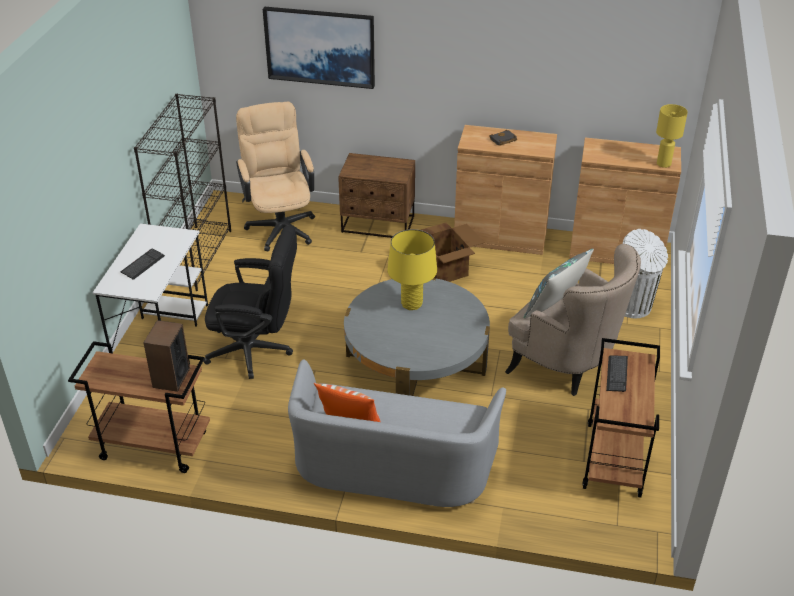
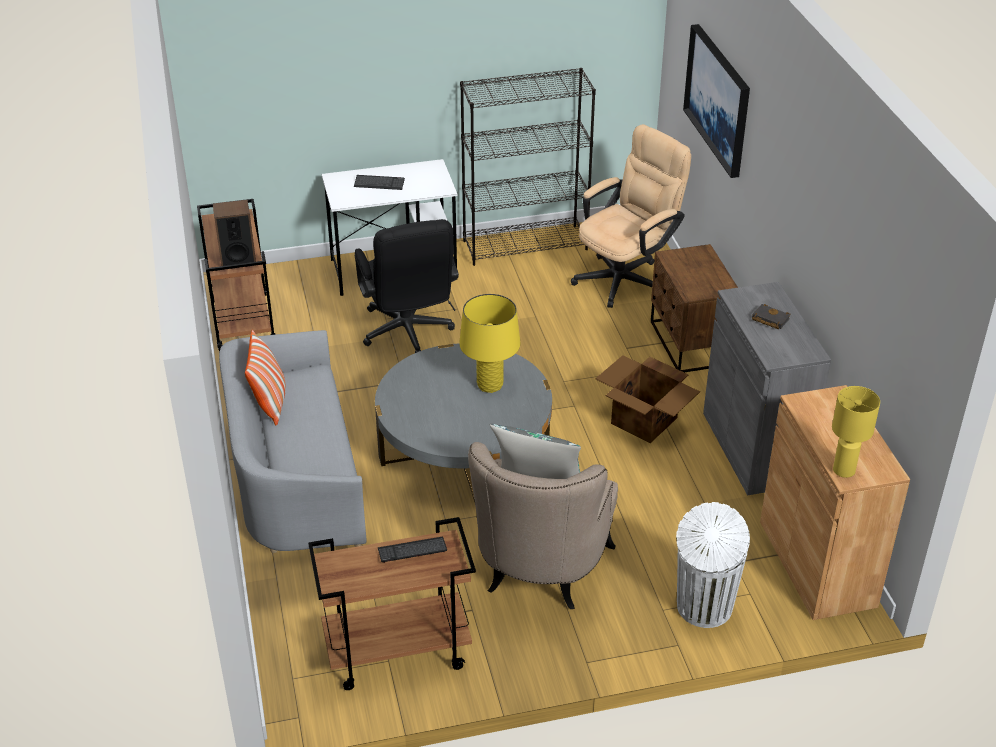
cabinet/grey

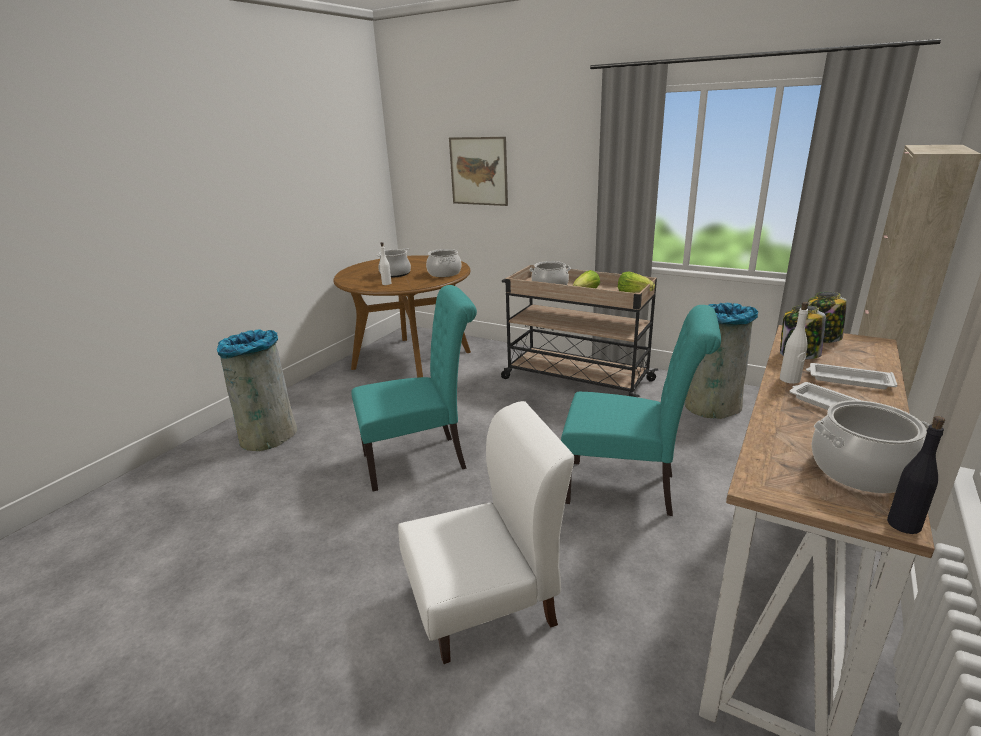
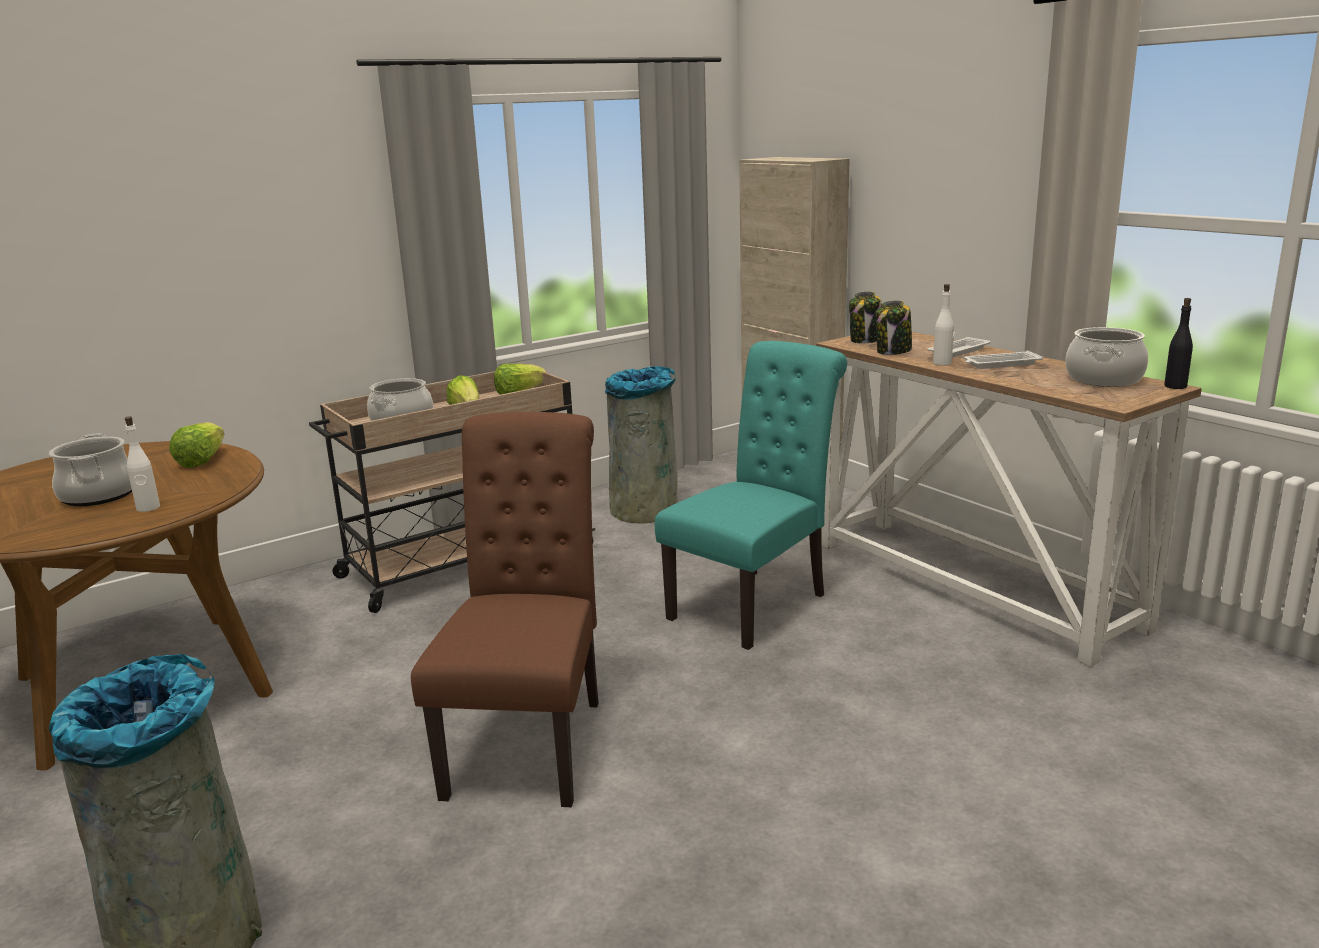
picture
lettuce (no. 1 from left)
chair/brown
chair/white

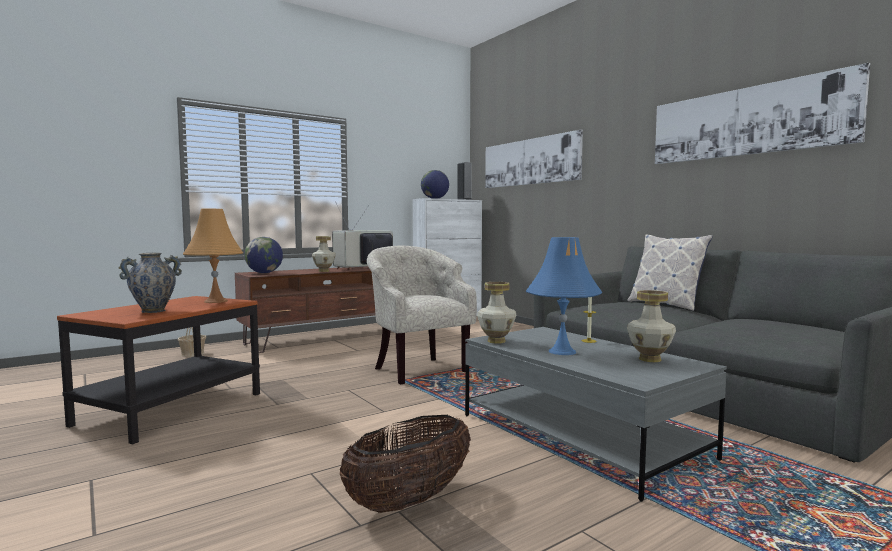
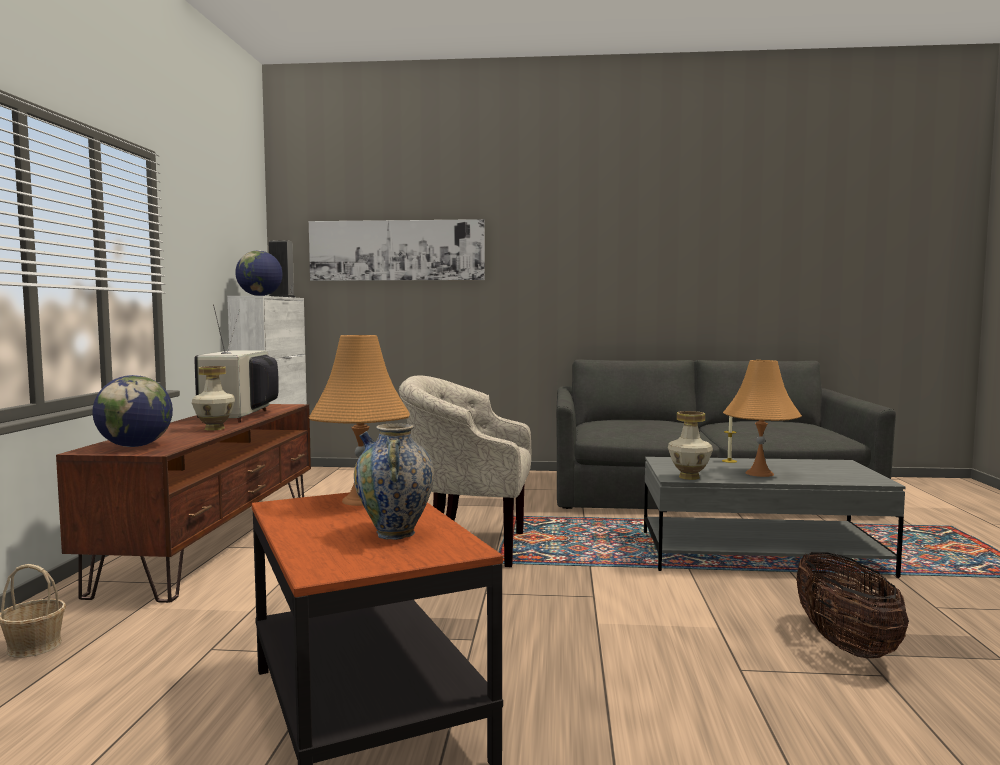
picture (no. 2 from left in the first image)
pillow
table lamp/orange (no. 2 from left)
vase (no. 4 from left in the first image)

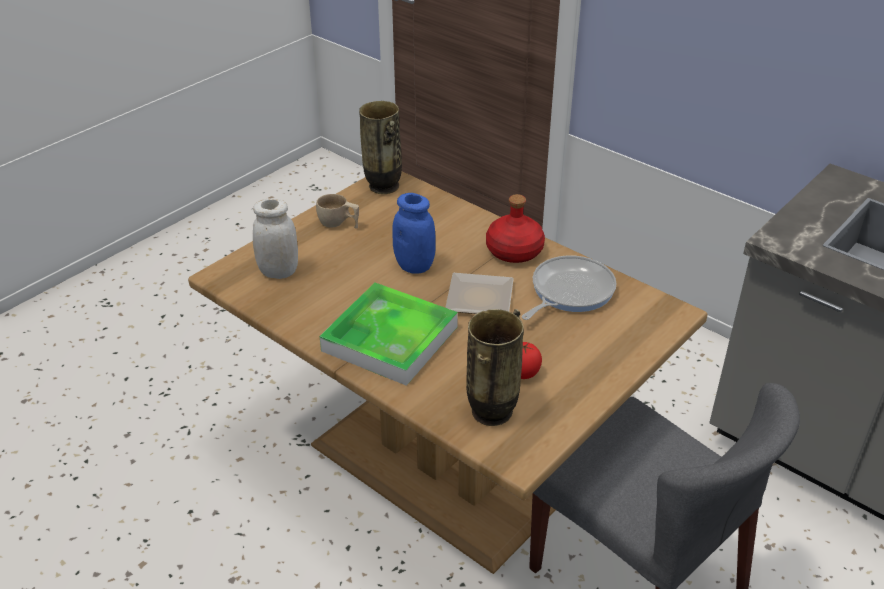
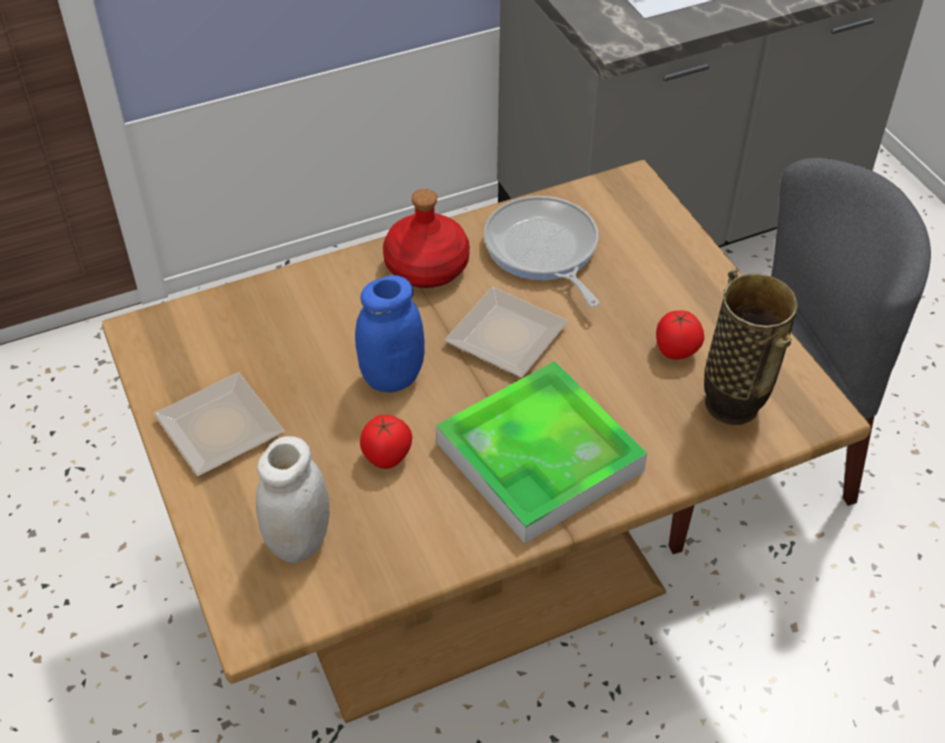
vase (no. 1 from left in the first image)
plate (no. 1 from left)
tomato (no. 1 from left)

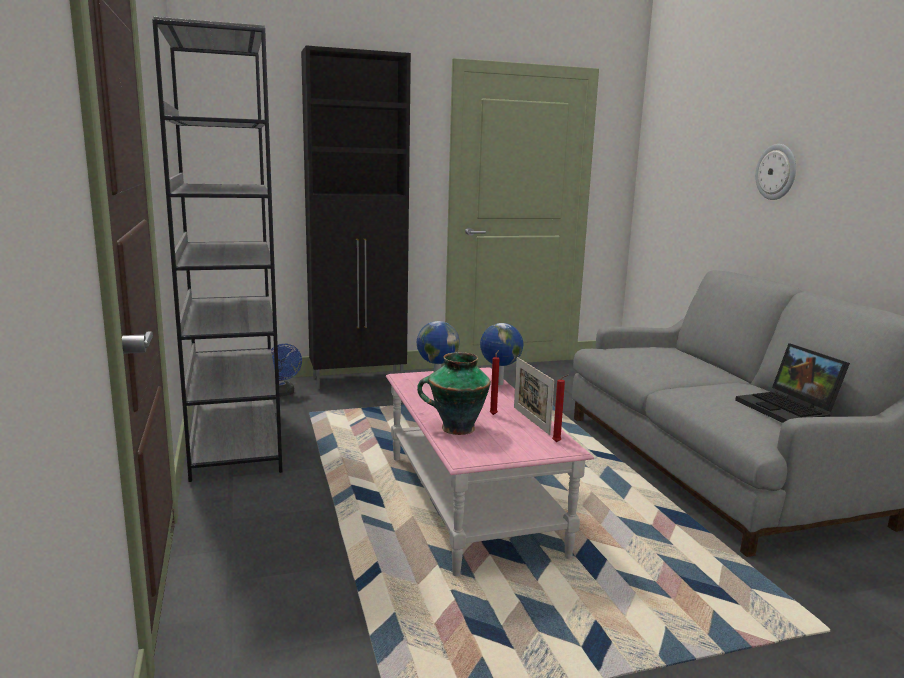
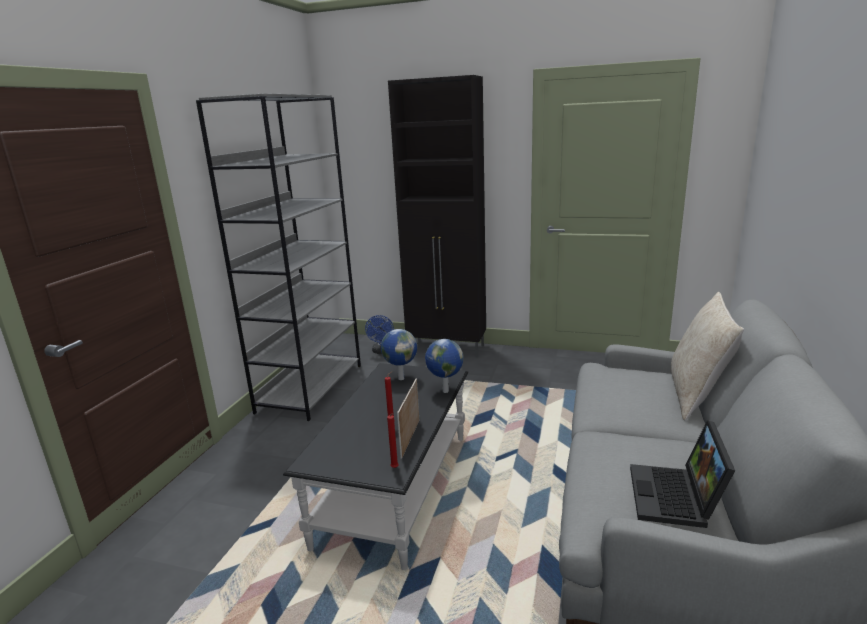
wall clock
vase
coffee table/black
pillow/beige

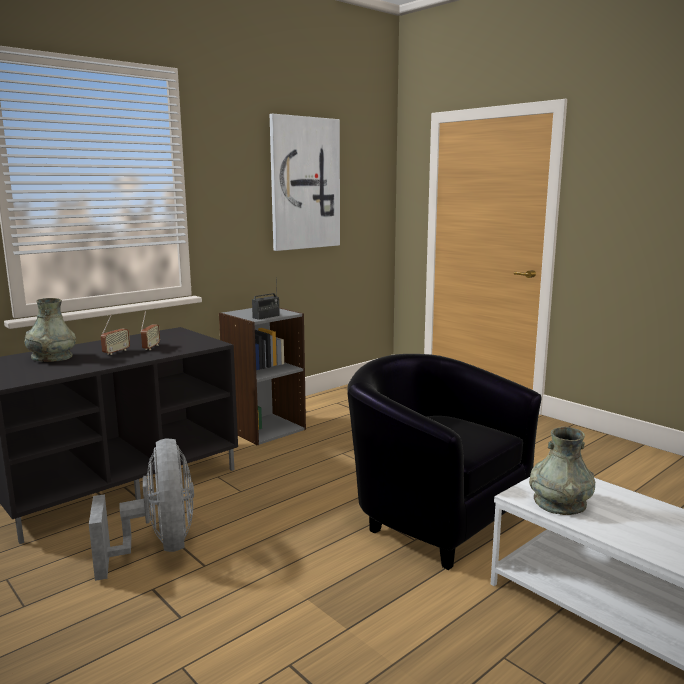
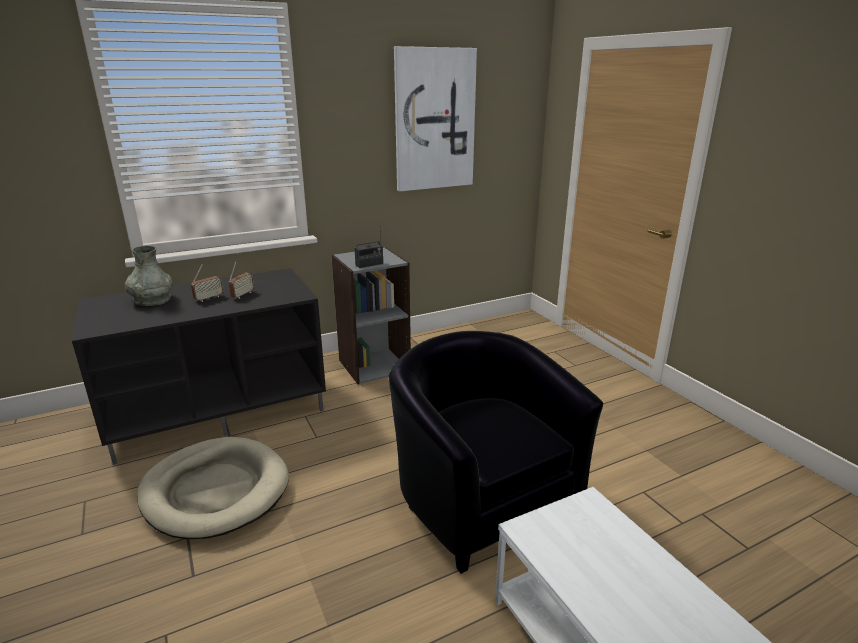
vase/grey (no. 2 from left in the first image)
dog bed/beige

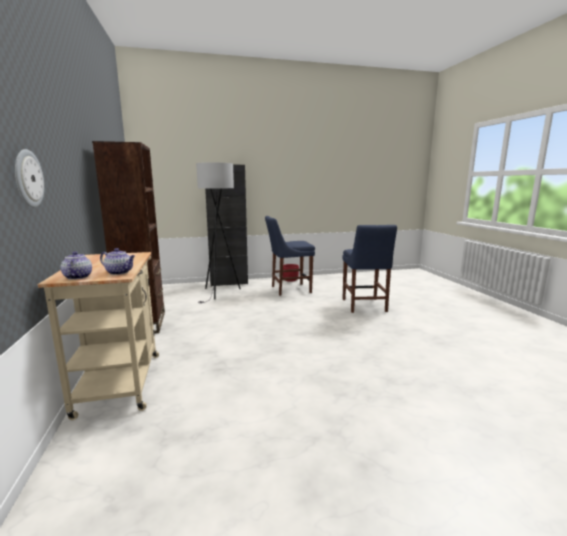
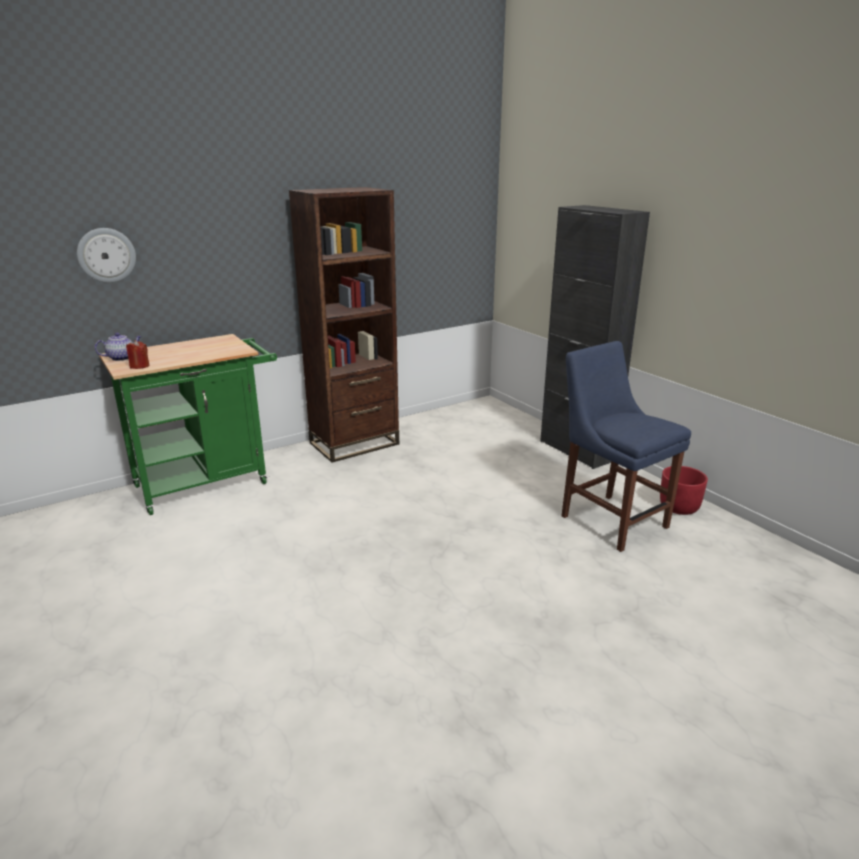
floor lamp/grey
chair/blue (no. 2 from left in the first image)
candle/red
cart/green

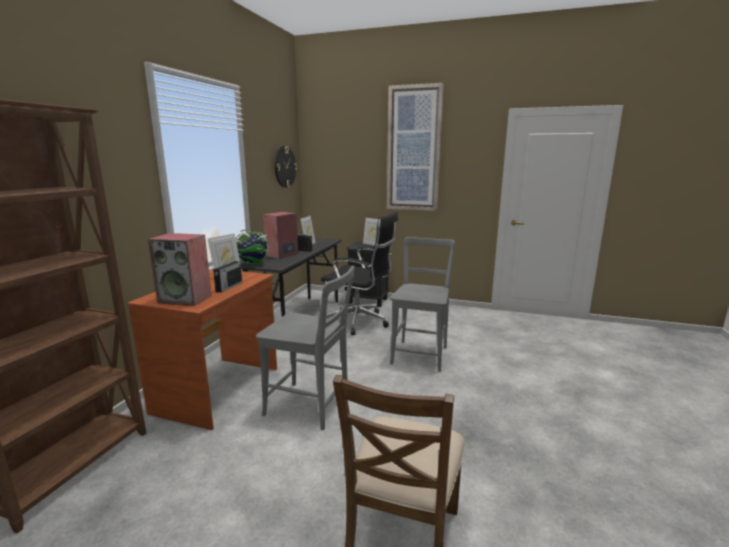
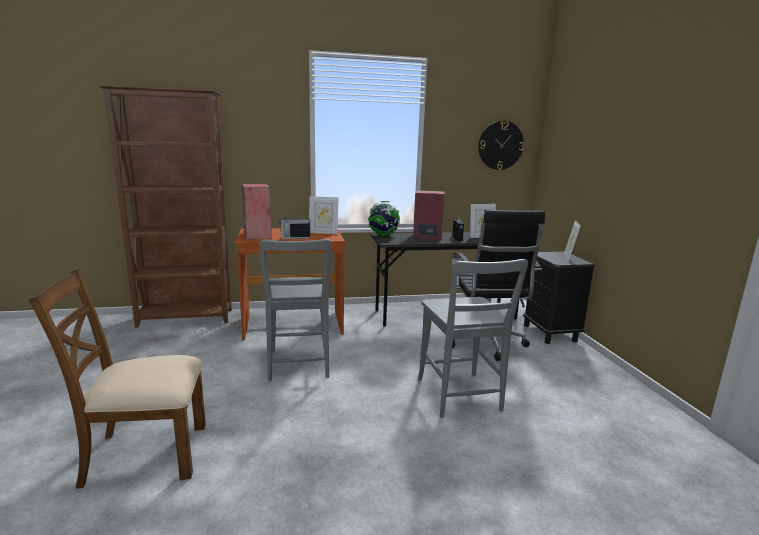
picture
chair/grey (no. 2 from left)

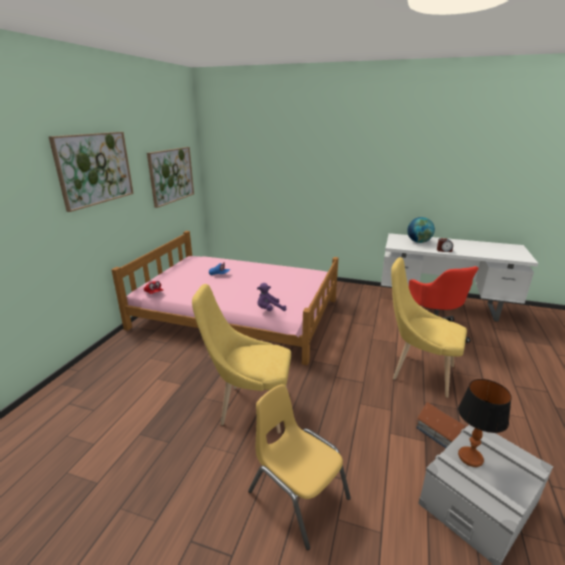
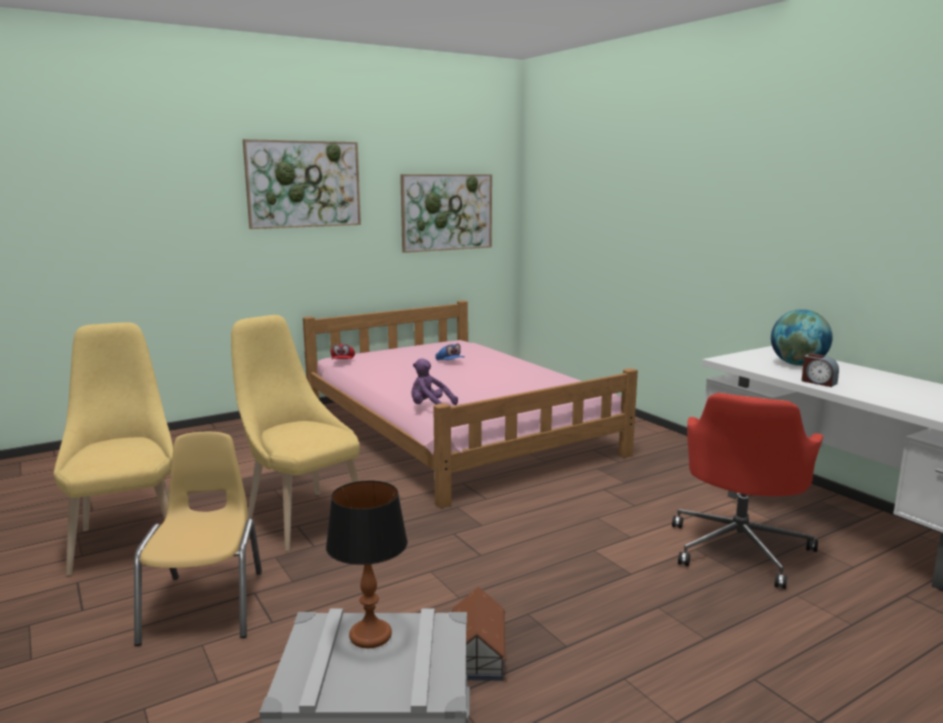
chair/yellow (no. 1 from left)

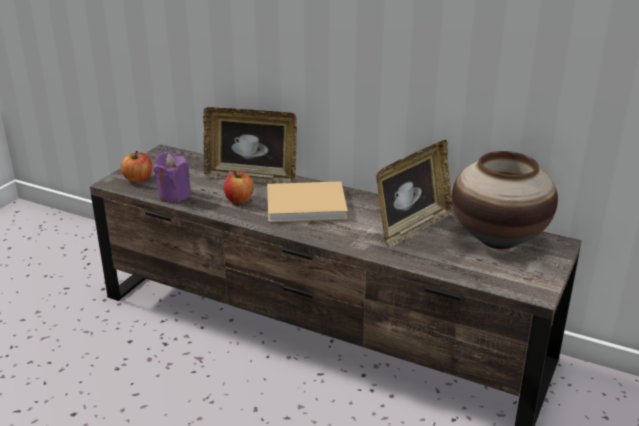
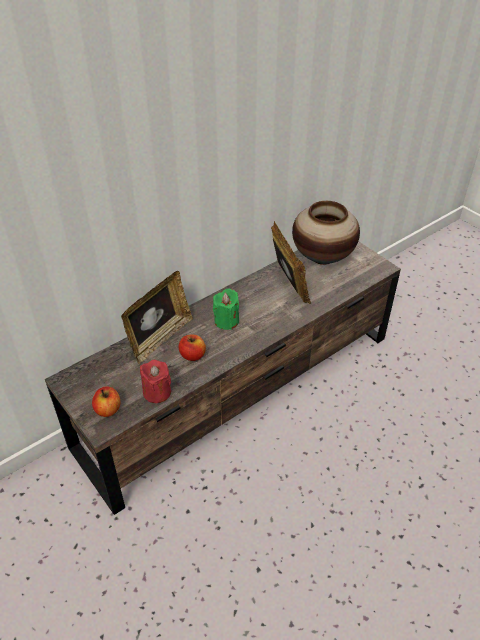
candle/red
candle/green

